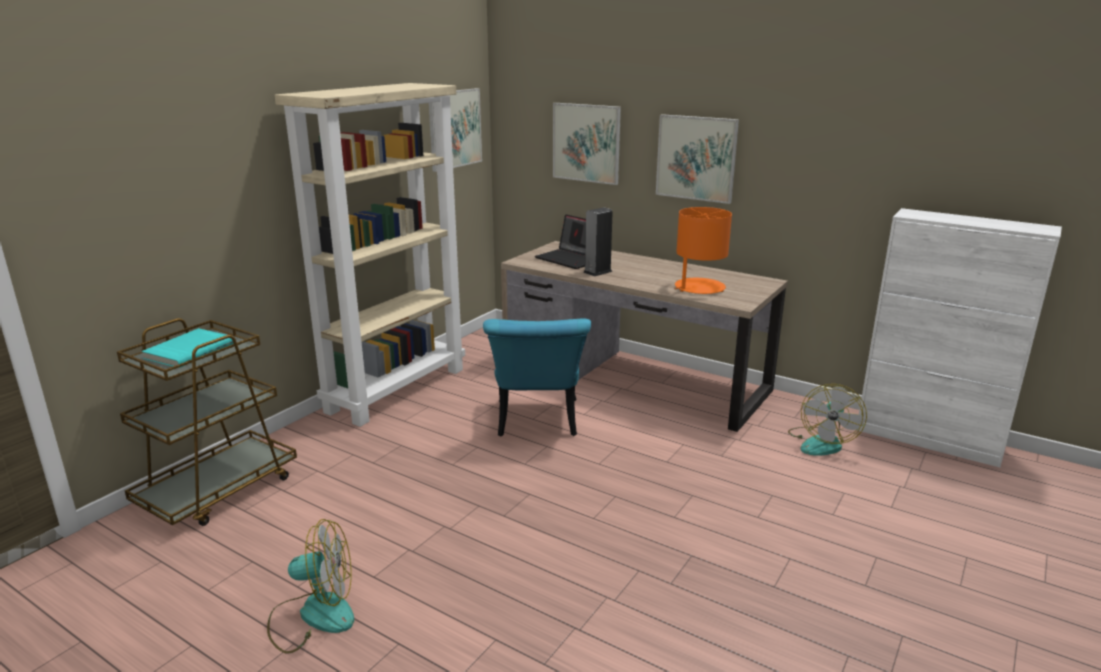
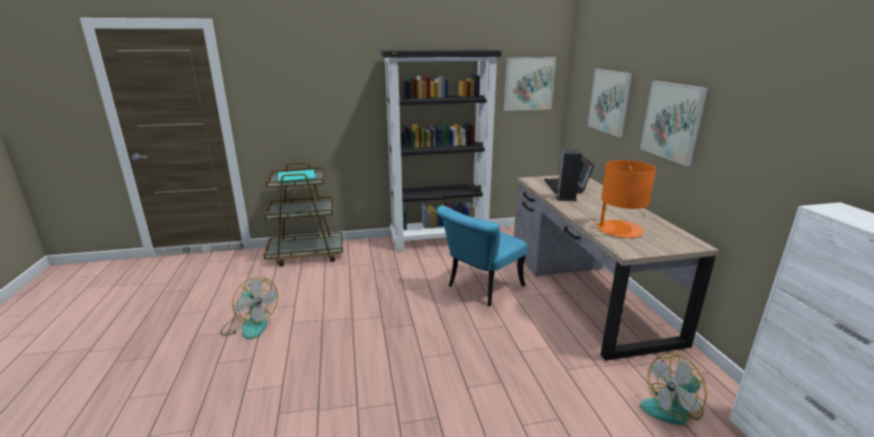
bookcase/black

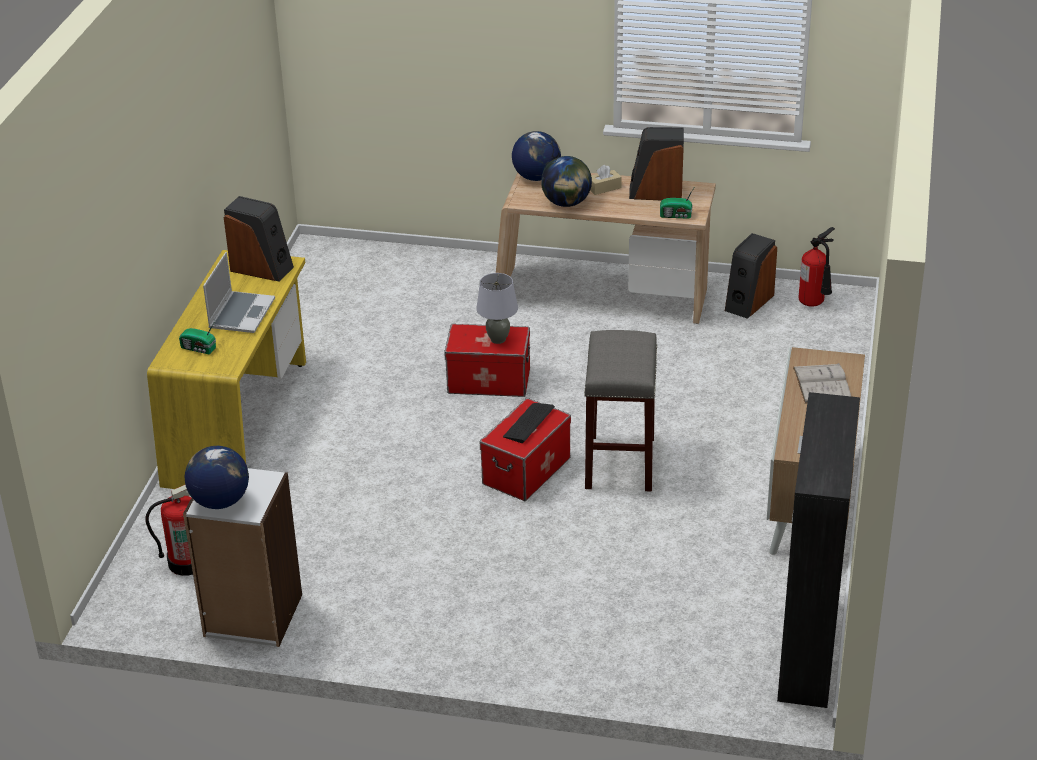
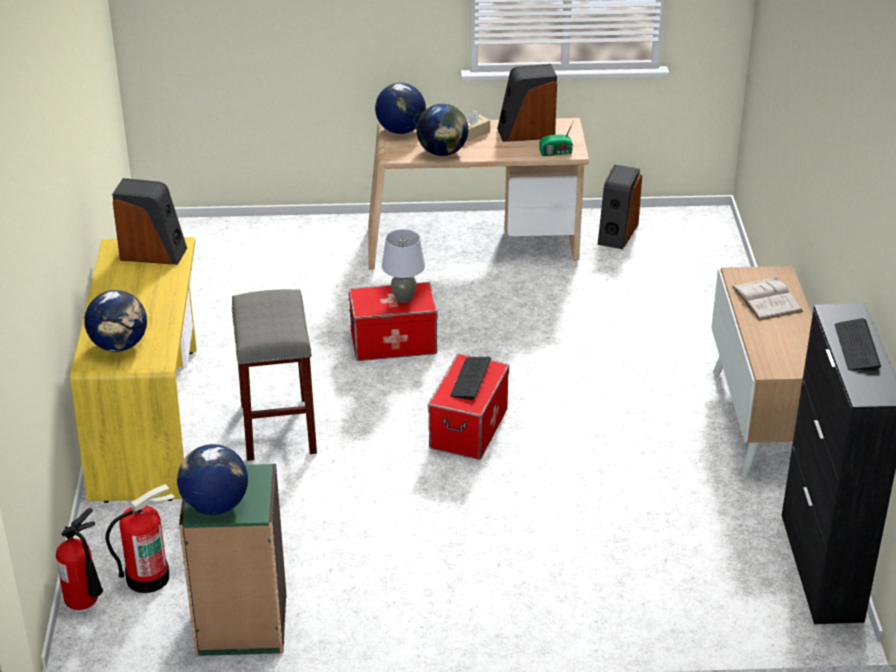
fire extinguisher (no. 1 from left)
laptop
globe (no. 1 from left)
stool/grey
bookcase/green
keyboard (no. 2 from left)

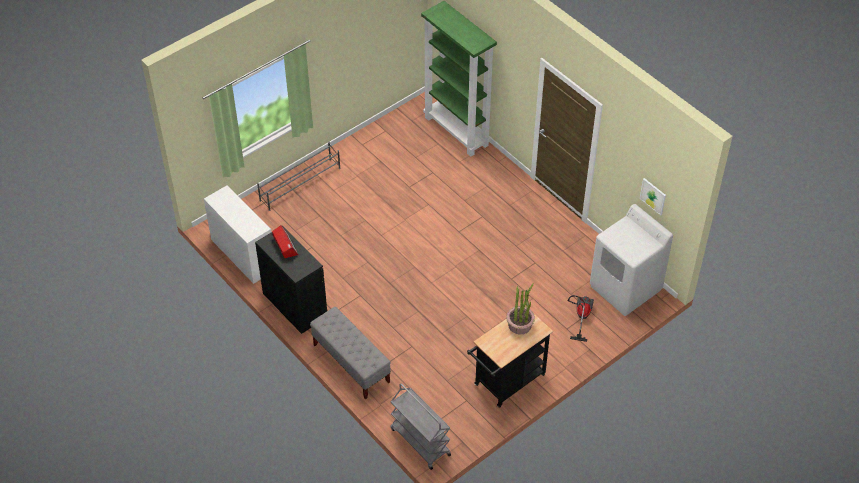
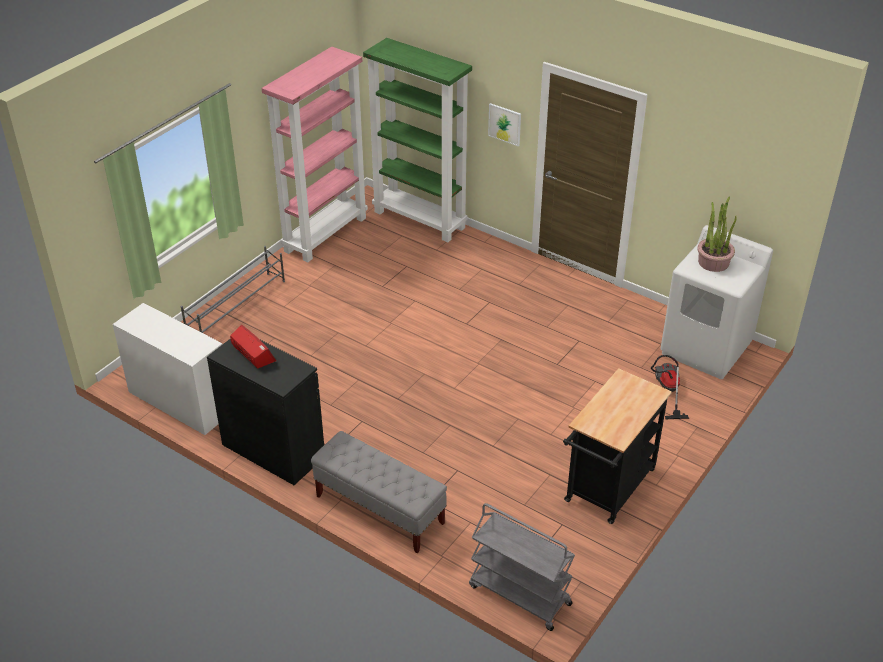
picture
potted plant
bookcase/pink

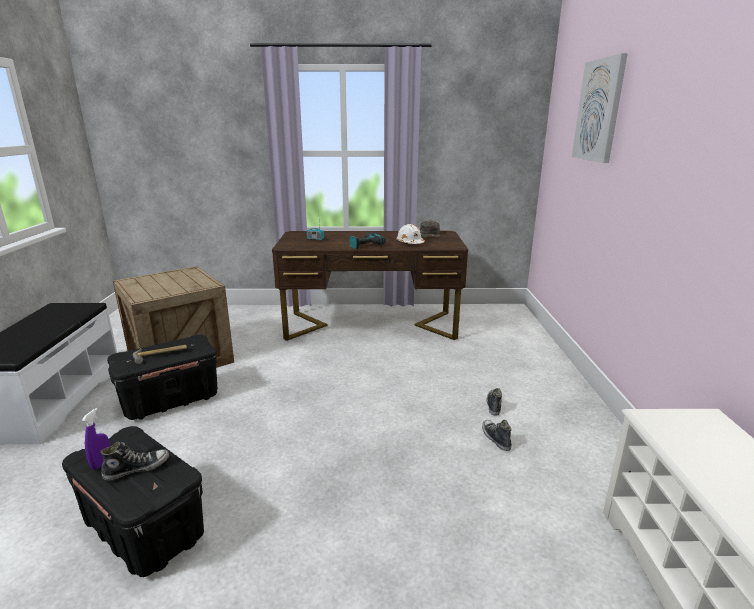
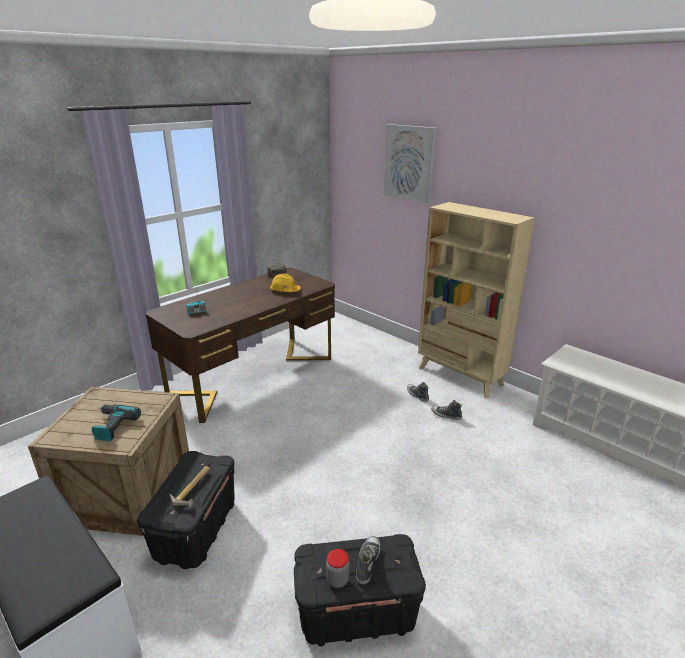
hard hat/yellow
power drill
jar
bookcase/beige

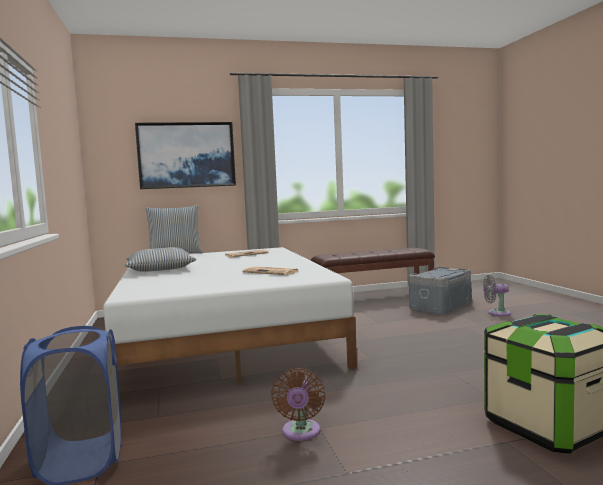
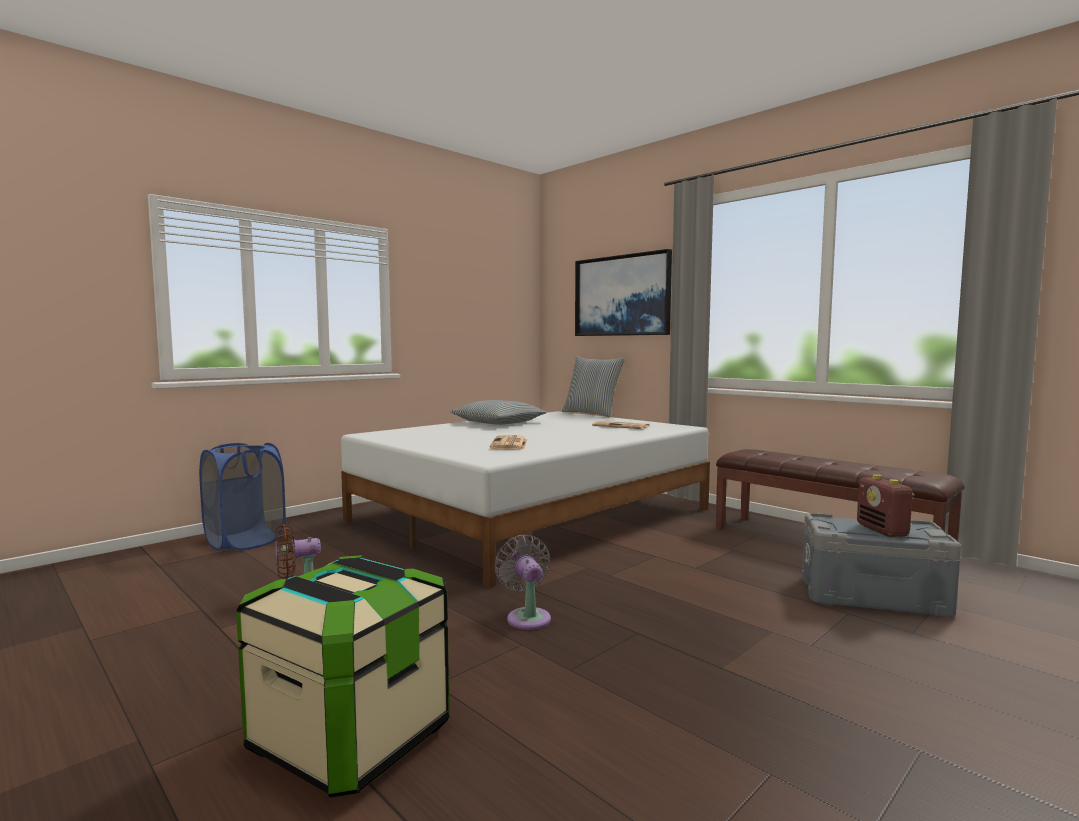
fan/grey
radio

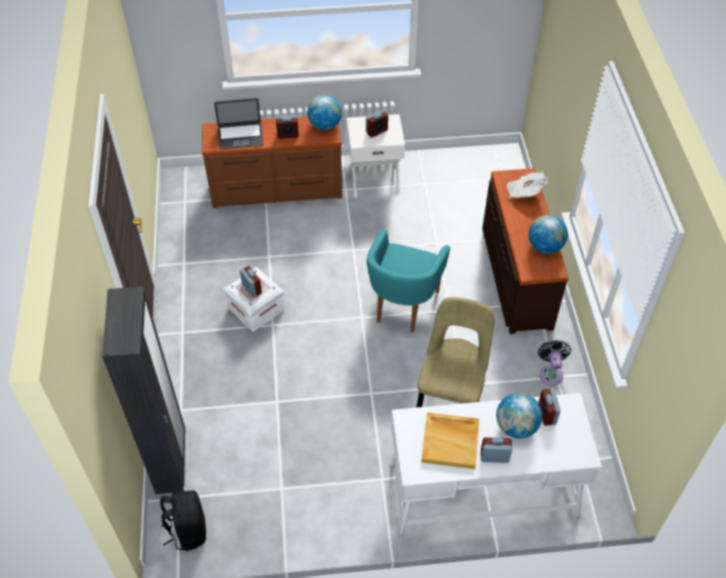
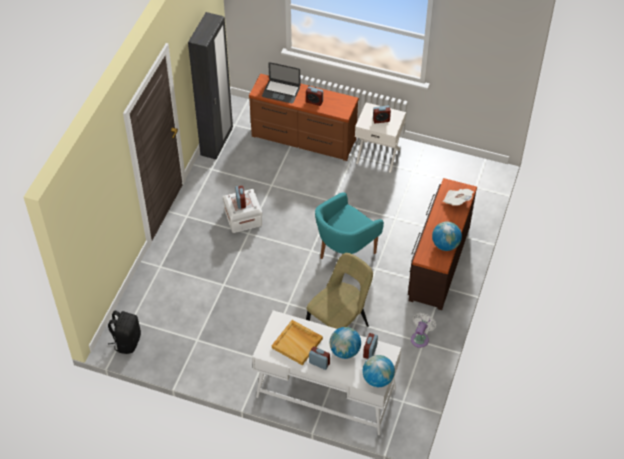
globe (no. 2 from left)
wardrobe/black
fan/white

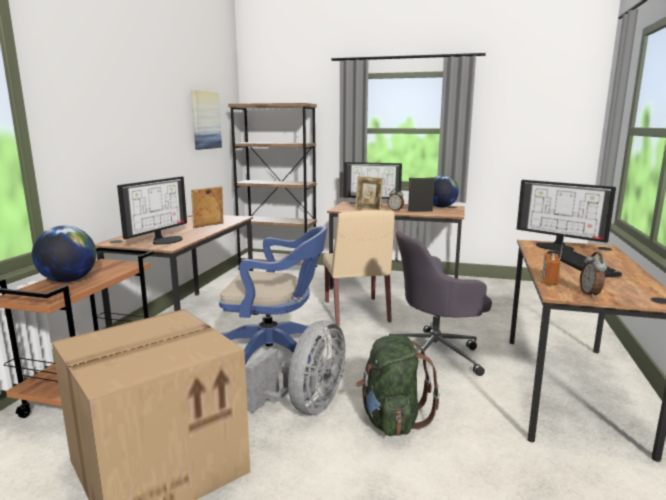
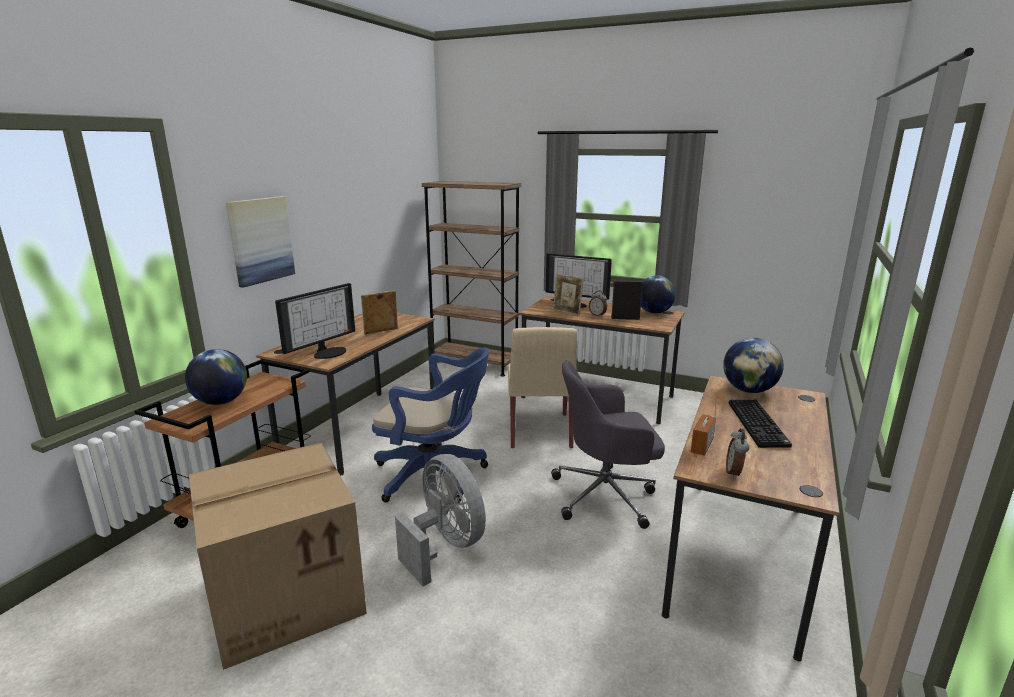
picture
globe (no. 3 from left)
fan/grey
backpack/green

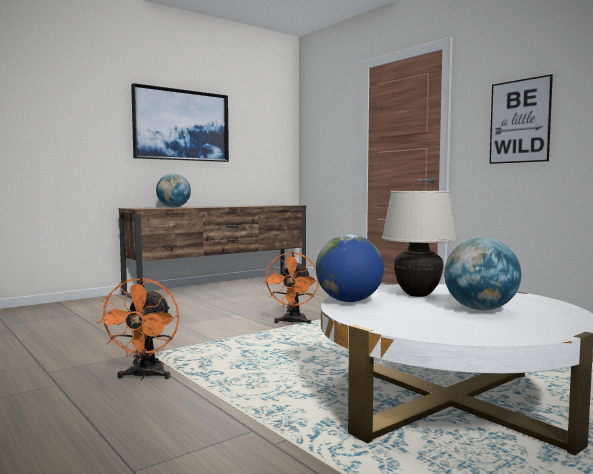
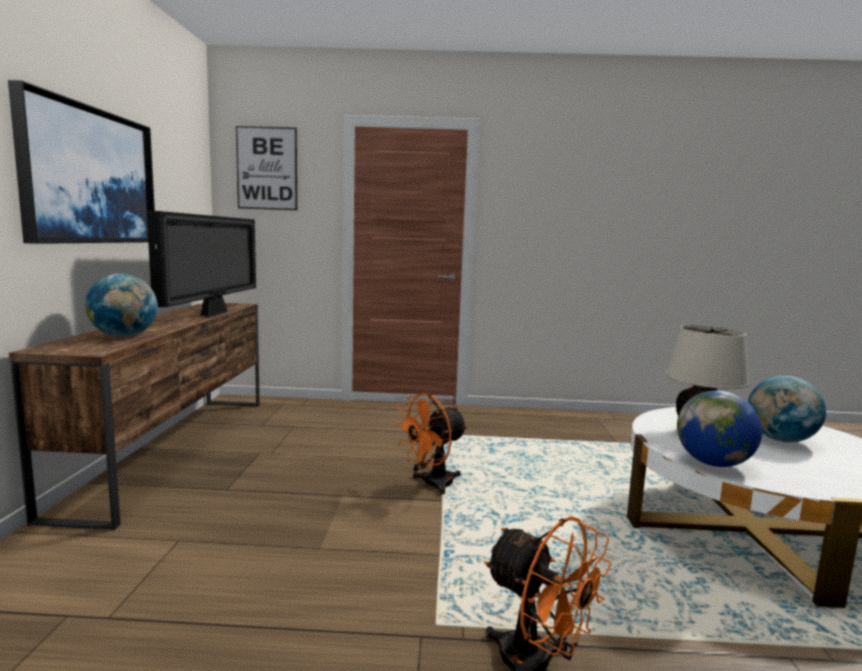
picture (no. 2 from left)
fan/orange (no. 1 from left)
television

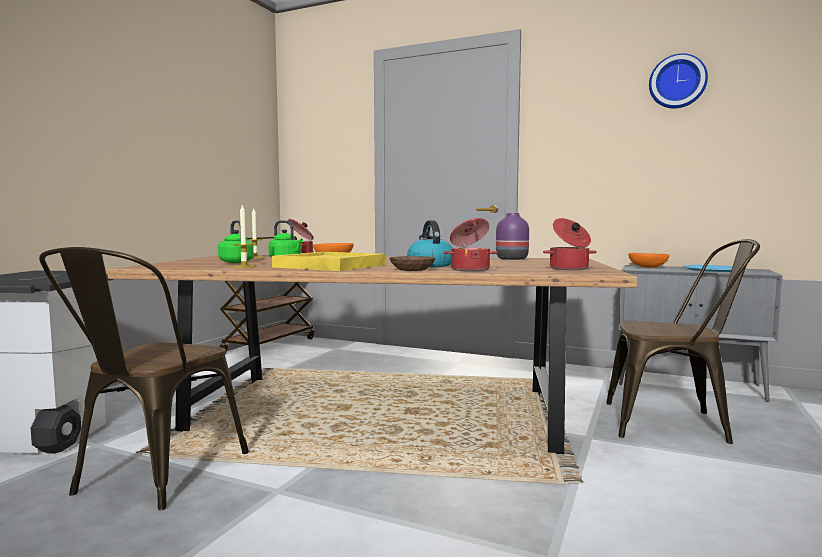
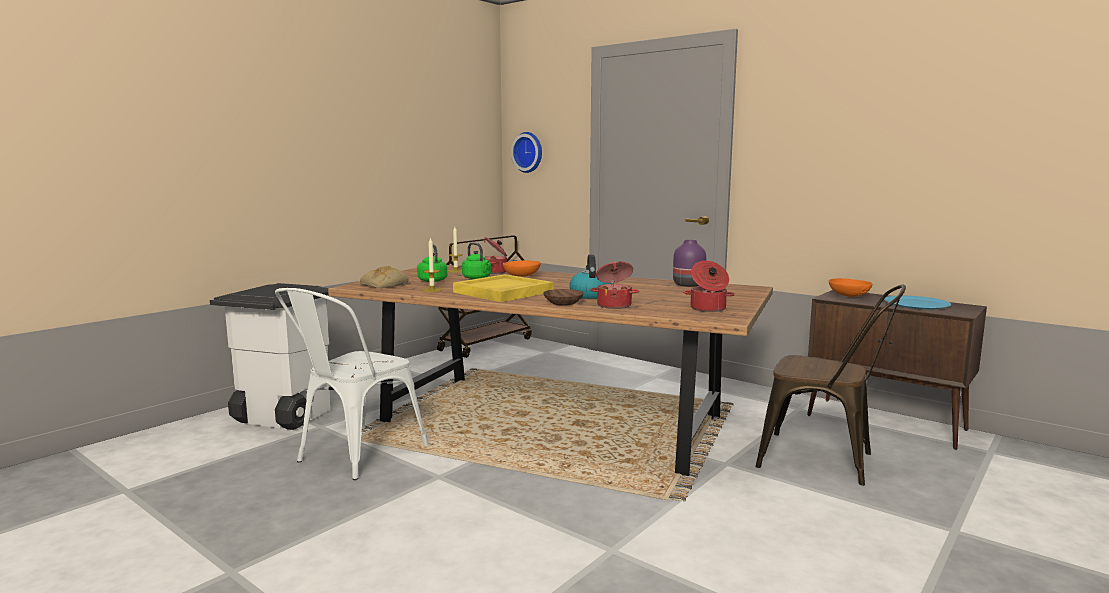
wall clock
chair/white
cabinet/brown
bread

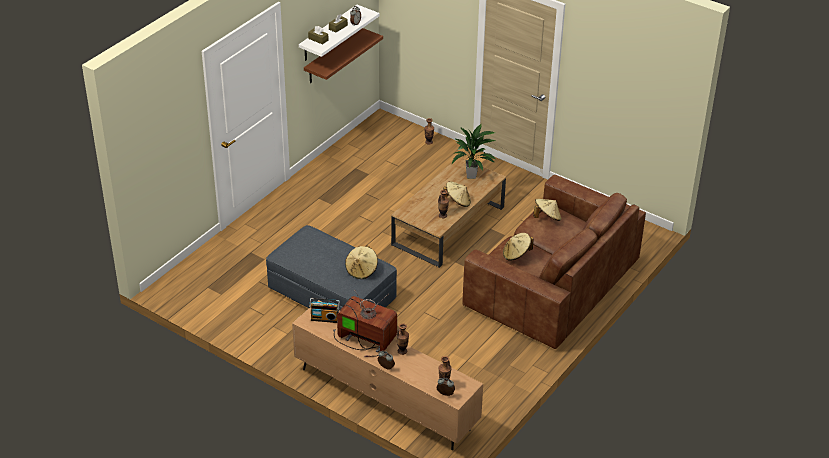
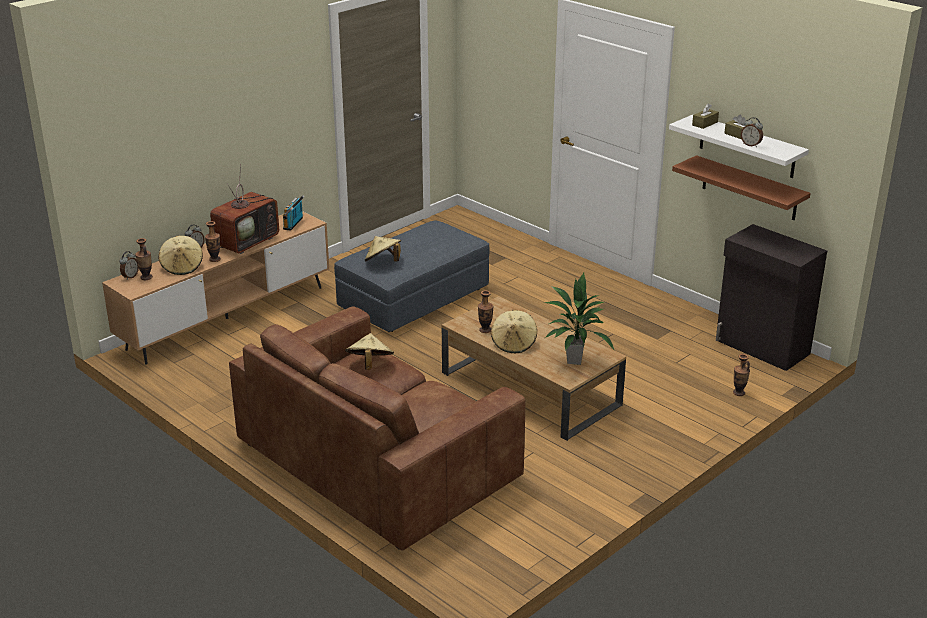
hat/beige (no. 1 from left)
cabinet/black

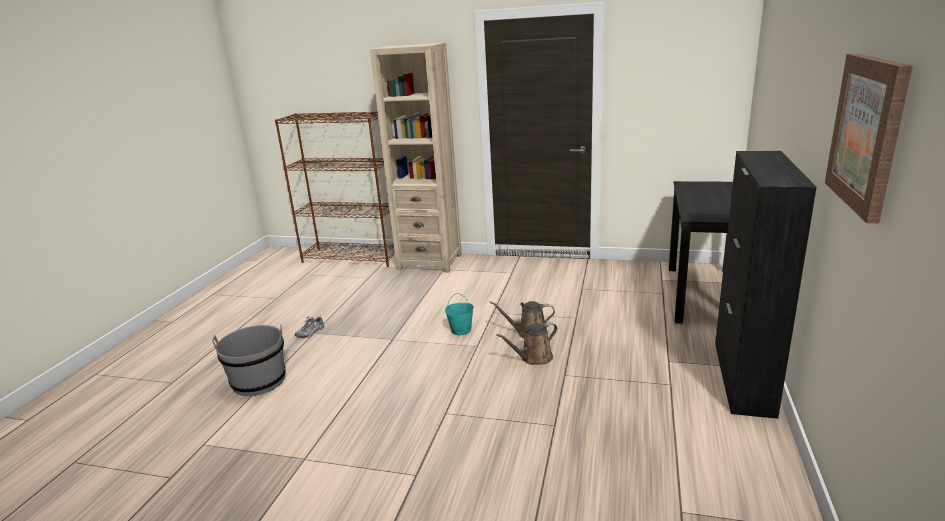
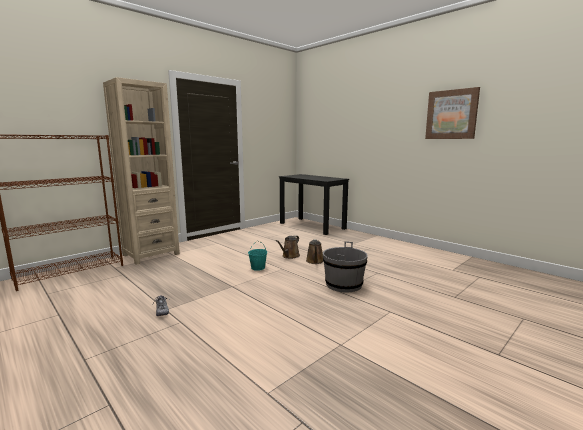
cabinet/black
bucket/grey

